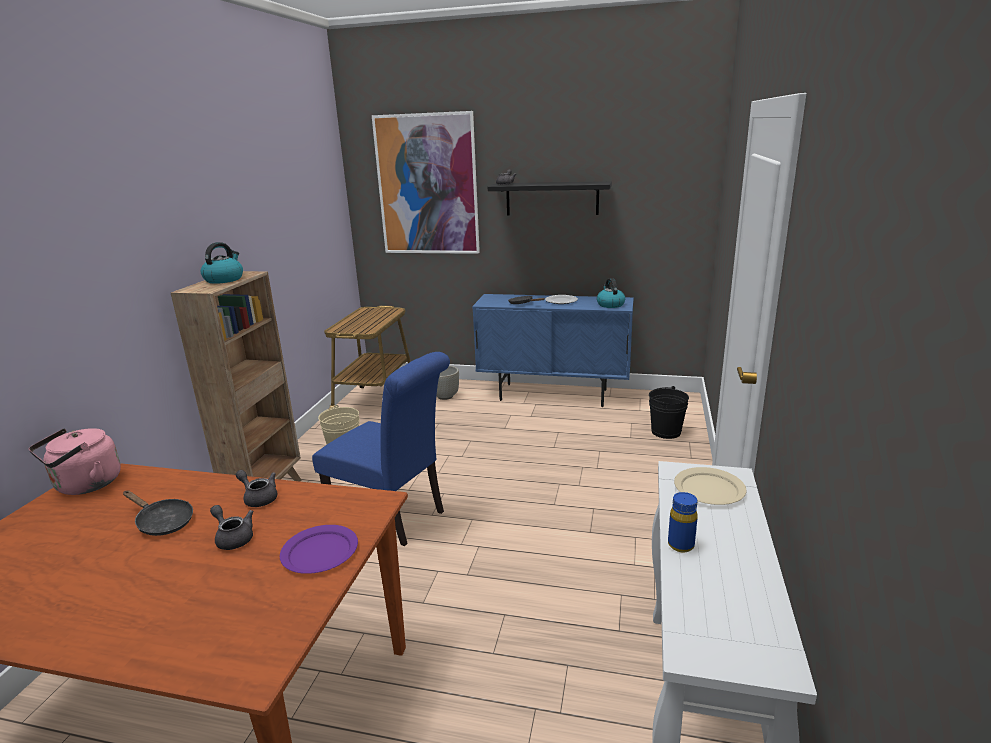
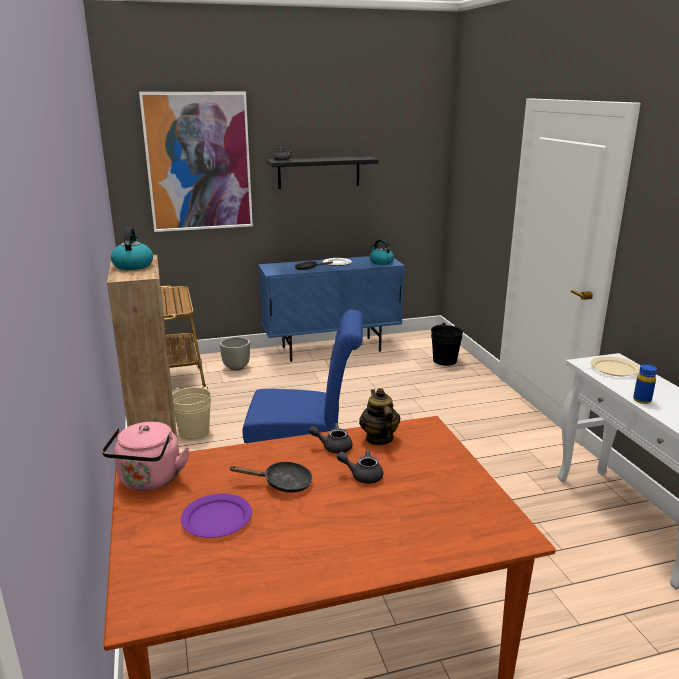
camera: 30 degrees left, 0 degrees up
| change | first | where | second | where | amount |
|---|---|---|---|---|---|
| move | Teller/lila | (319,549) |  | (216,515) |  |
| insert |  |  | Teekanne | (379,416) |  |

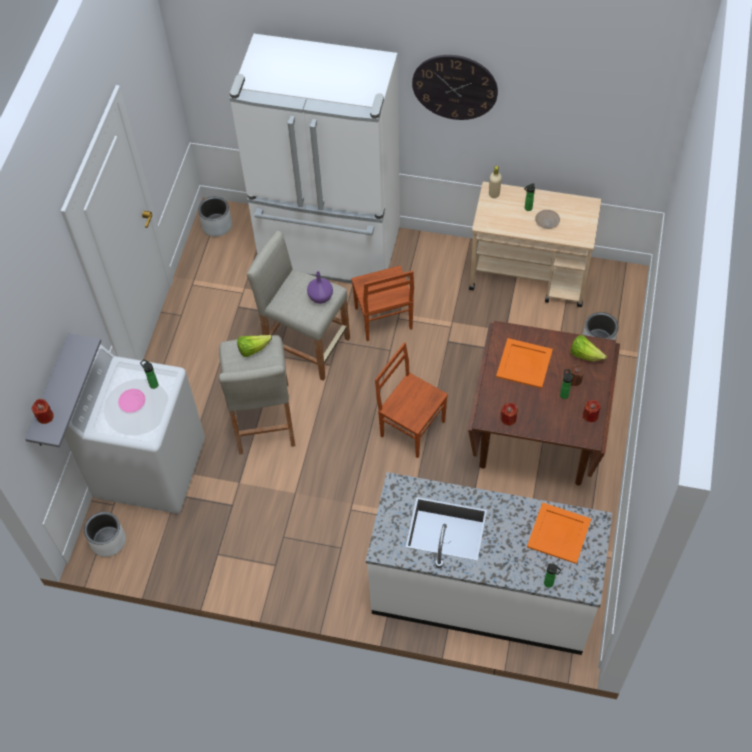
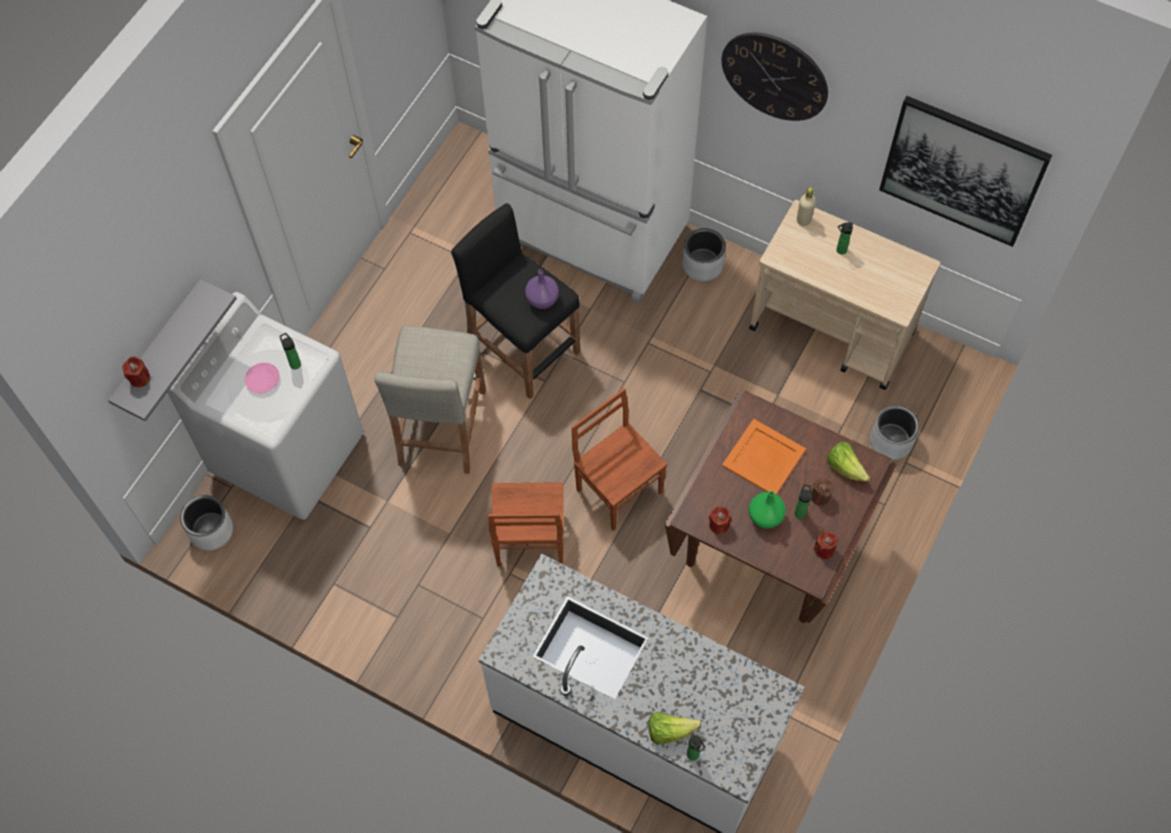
camera: 15 degrees right, 5 degrees up
| change | first | where | second | where | amount |
|---|---|---|---|---|---|
| move | Pflanzkübel/grau | (215,216) |  | (704,254) |  |
| move | Salatkopf | (254,346) |  | (674,728) |  |
| recolor | Hocker/beige | (298,306) | Hocker/schwarz | (515,301) |  |
| move | Stuhl/braun | (382,303) |  | (526,524) |  |
| delete | Tablett/orange | (559,533) |  |  |  |
| delete | Teller/beige | (547,219) |  |  |  |
| insert |  |  | Vase/grün | (767,510) |  |
| insert |  |  | Bild | (965,171) |  |

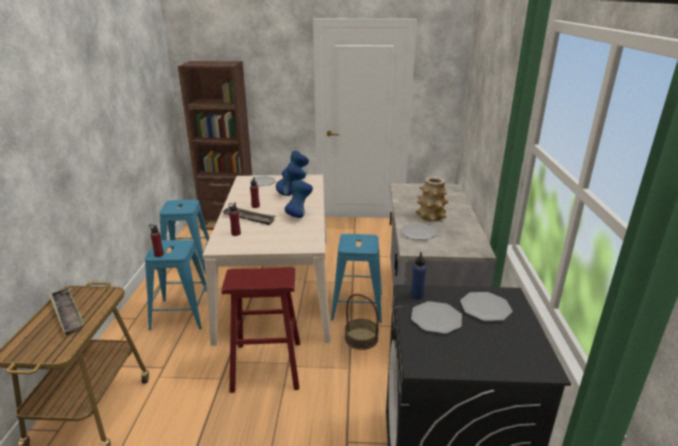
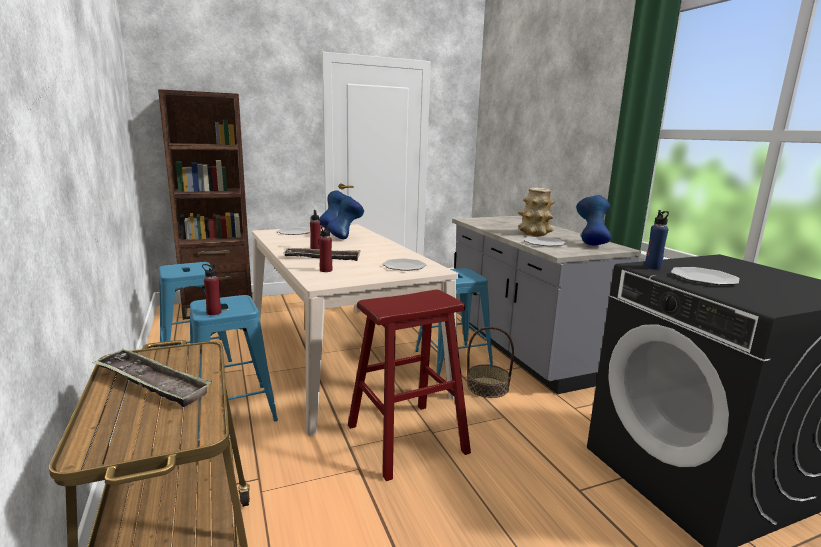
camera: 25 degrees left, 10 degrees down
| change | first | where | second | where | amount |
|---|---|---|---|---|---|
| move | Vase/blau | (299,199) |  | (593,220) |  |
| move | Teller | (486,306) |  | (404,264) |  |

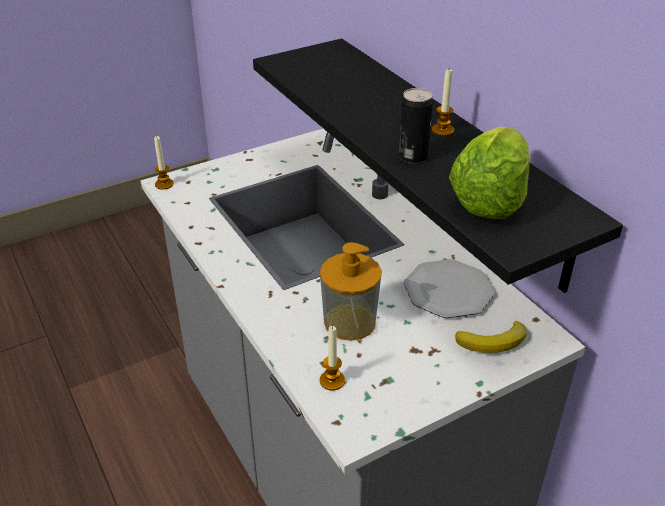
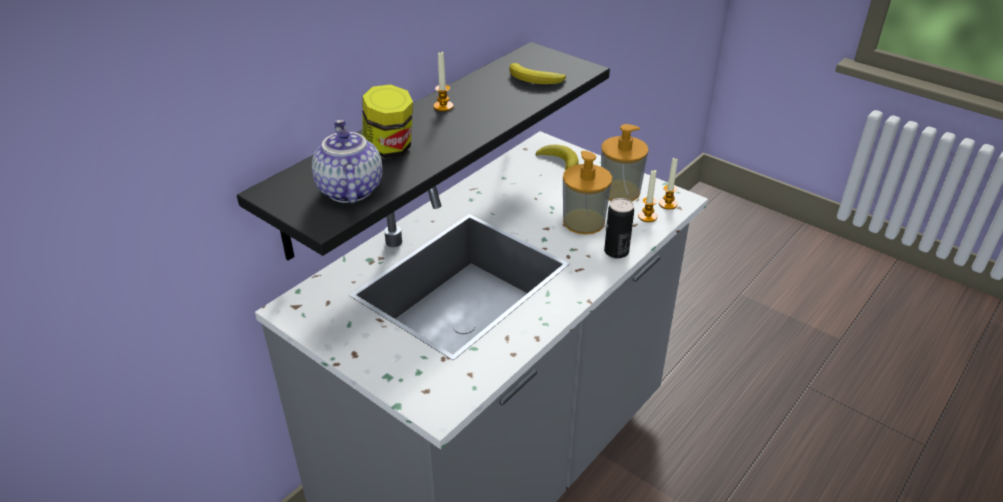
camera: 110 degrees left, 0 degrees up
| change | first | where | second | where | amount |
|---|---|---|---|---|---|
| move | Kerze | (164,163) |  | (668,184) |  |
| move | Dose | (416,126) |  | (619,228) |  |
| delete | Teller | (449,288) |  |  |  |
| replace | Salatkopf | (489,173) | Banane | (537,73) |  |
| insert |  |  | Teekanne | (347,162) |  |
| insert |  |  | Vorratsglas | (387,122) |  |
| insert |  |  | Seifenspender | (624,162) |  |

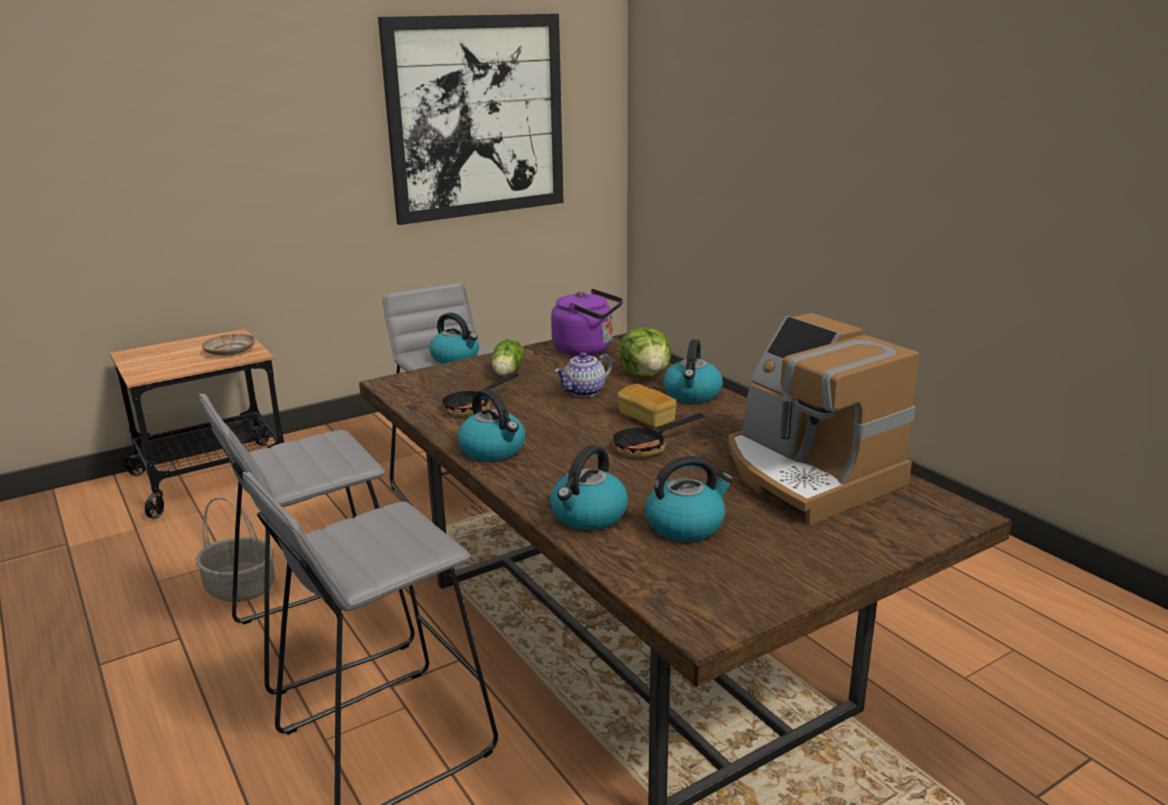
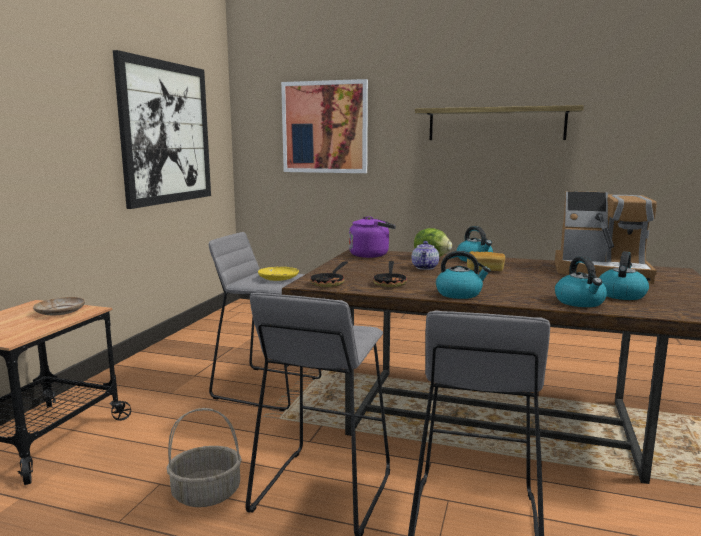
camera: 40 degrees left, 10 degrees down
| change | first | where | second | where | amount |
|---|---|---|---|---|---|
| replace | Wasserkessel | (454,338) | Teller/gelb | (278,274) |  |
| delete | Salatkopf | (508,357) |  |  |  |
| move | Pfanne | (658,435) |  | (329,274) |  |
| insert |  |  | Bild | (324,126) |  |
| insert |  |  | Wandregal | (499,122) |  |

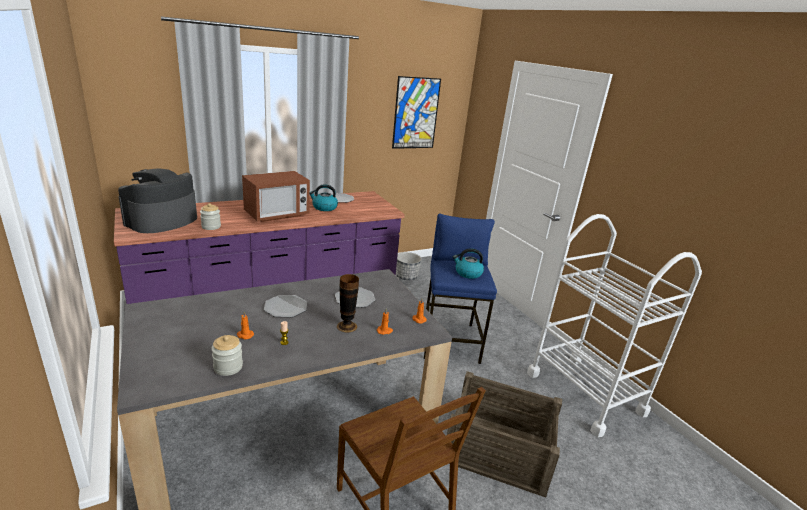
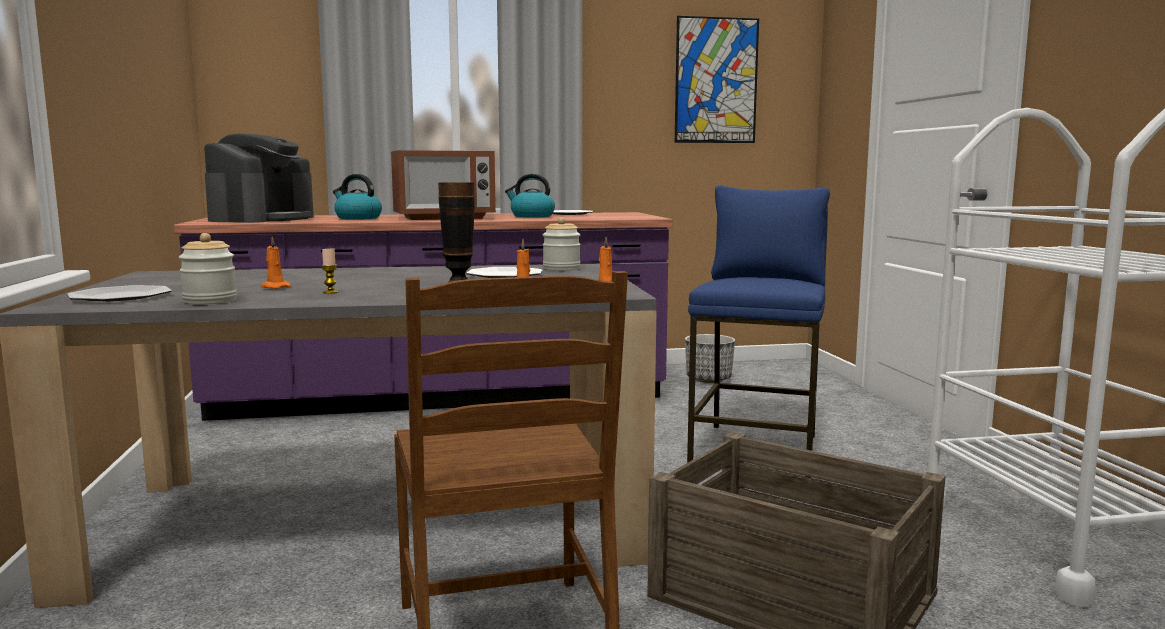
camera: 20 degrees right, 15 degrees down
| change | first | where | second | where | amount |
|---|---|---|---|---|---|
| rotate | Kaffeemaschine | (157,200) |  | (259,178) | 150 degrees clockwise |
| move | Vorratsglas | (210,216) |  | (562,244) |  |
| move | Teller | (285,306) |  | (119,293) |  |
| move | Wasserkessel | (468,263) |  | (357,197) |  |

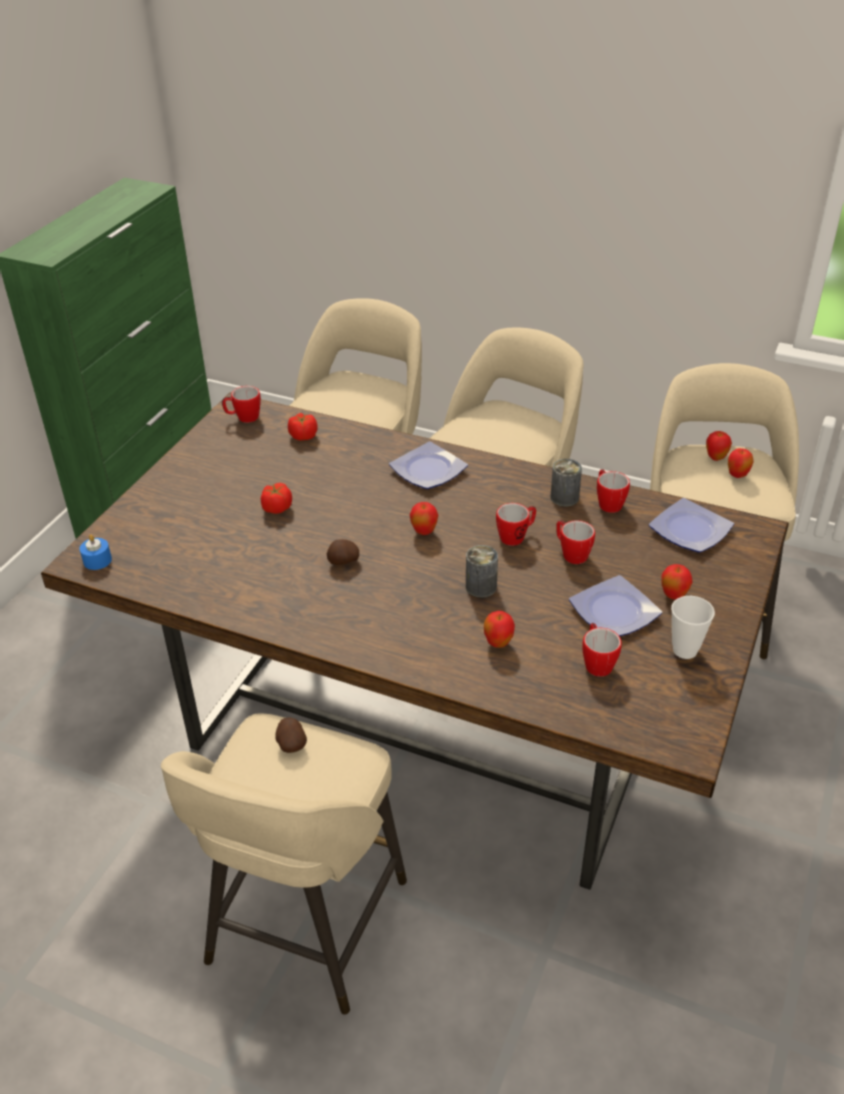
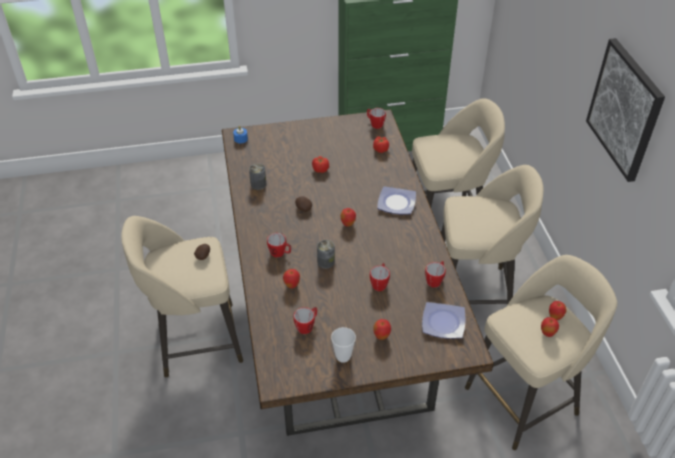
camera: 55 degrees right, 5 degrees up
| change | first | where | second | where | amount |
|---|---|---|---|---|---|
| move | Henkelbecher | (516,524) |  | (279,245) |  |
| move | Dose | (566,483) |  | (257,176) |  |
| delete | Teller | (615,605) |  |  |  |
| insert |  |  | Bild | (625,110) |  |

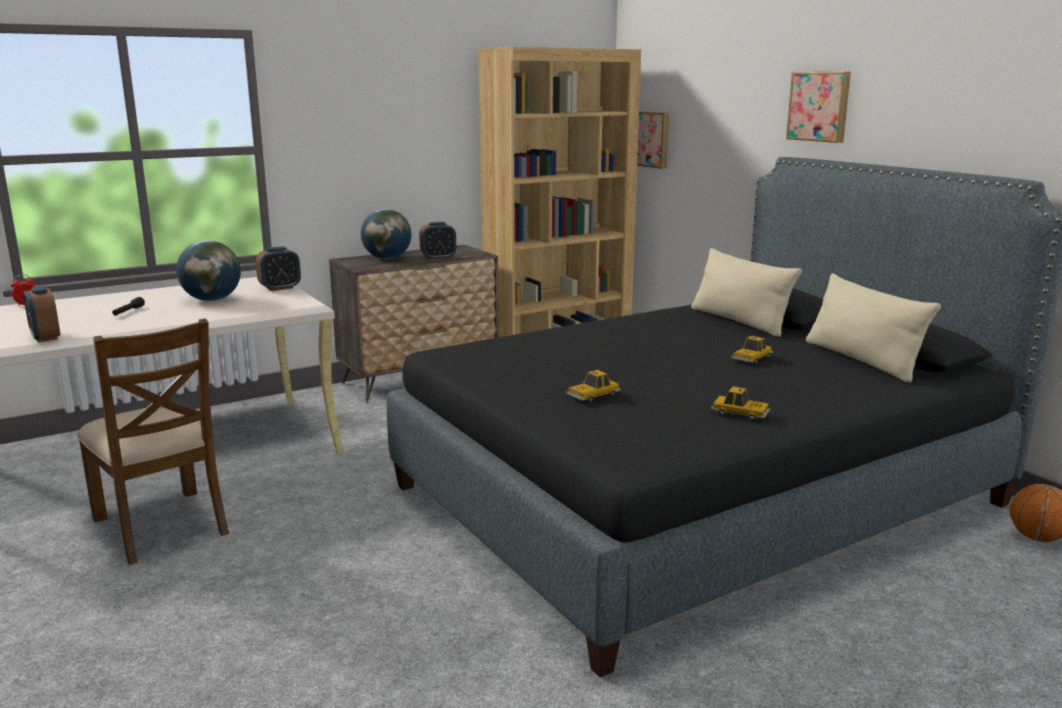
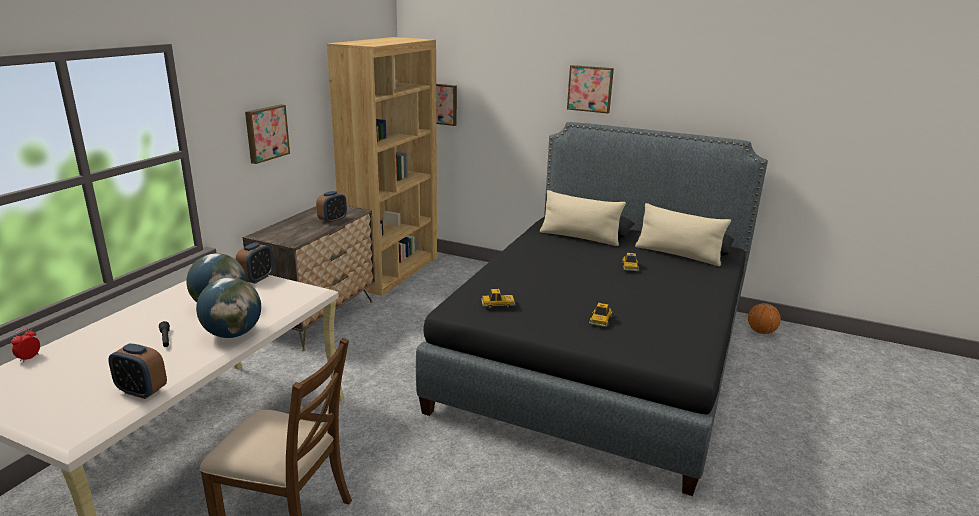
camera: 35 degrees left, 5 degrees up
| change | first | where | second | where | amount |
|---|---|---|---|---|---|
| move | Globus | (386,234) |  | (228,307) |  |
| move | Spielzeugauto | (740,404) |  | (498,299) |  |
| insert |  |  | Bild | (267,134) |  |

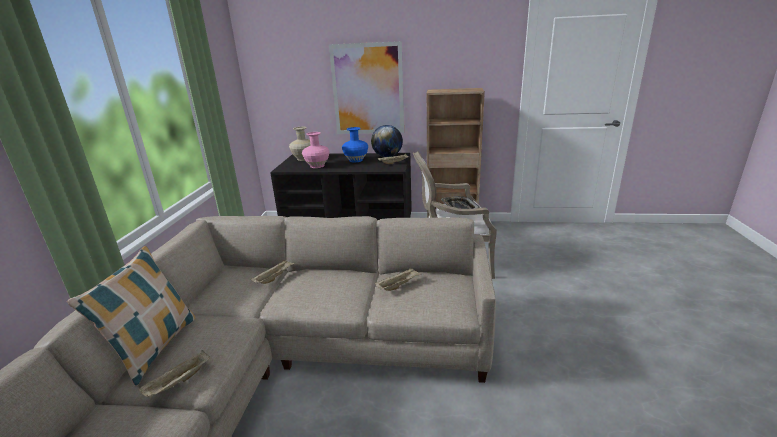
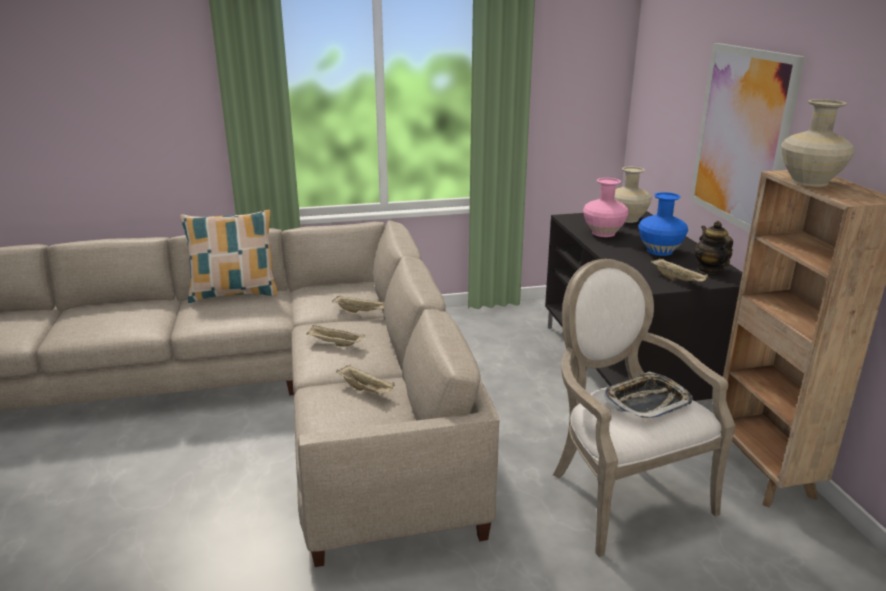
camera: 70 degrees right, 0 degrees up
| change | first | where | second | where | amount |
|---|---|---|---|---|---|
| move | Tablett/beige | (174,374) |  | (335,335) |  |
| replace | Globus | (387,141) | Teekanne | (713,247) |  |
| insert |  |  | Vase/beige | (817,143) |  |

